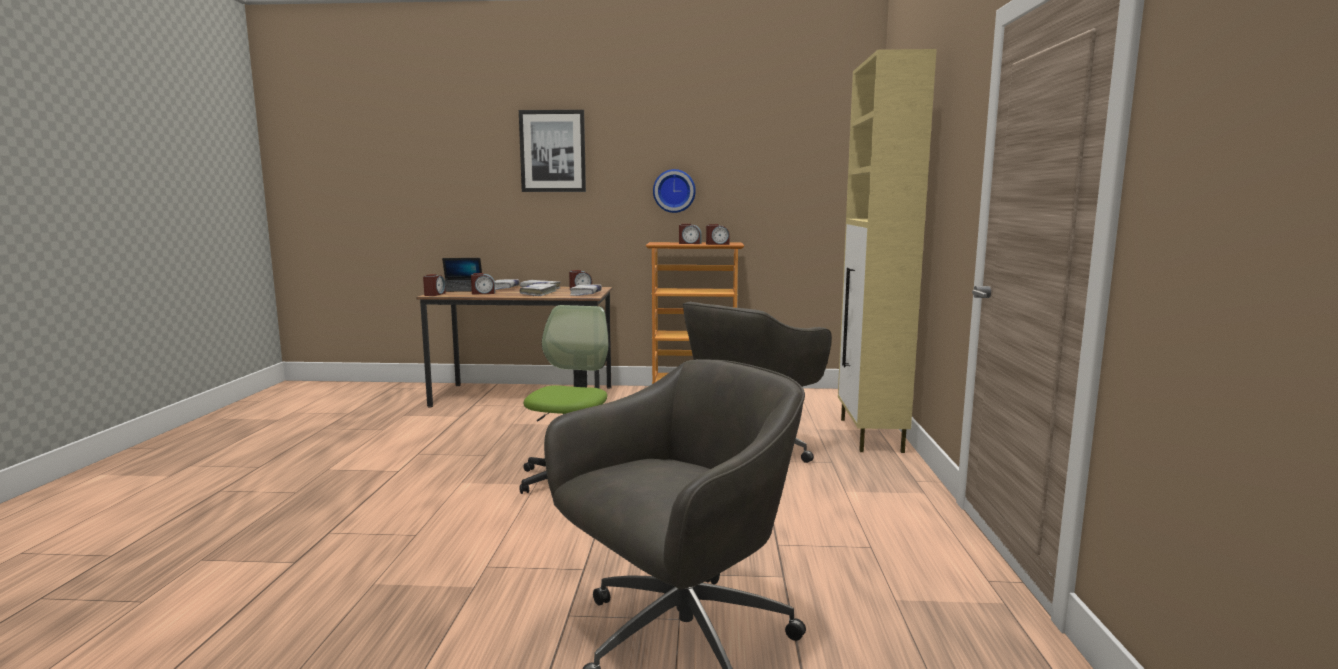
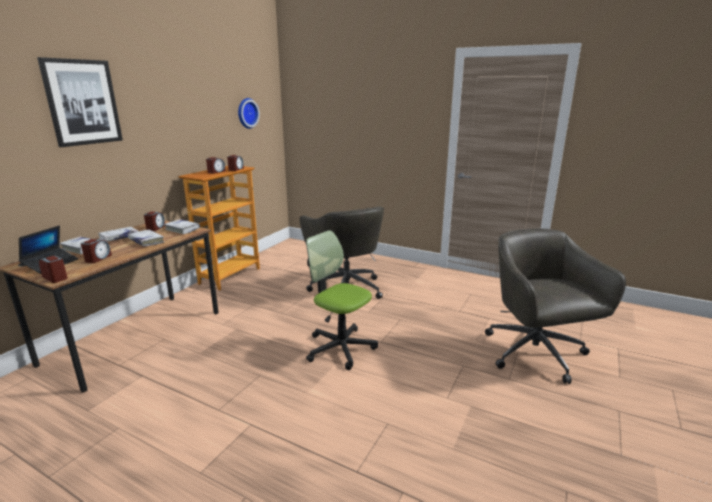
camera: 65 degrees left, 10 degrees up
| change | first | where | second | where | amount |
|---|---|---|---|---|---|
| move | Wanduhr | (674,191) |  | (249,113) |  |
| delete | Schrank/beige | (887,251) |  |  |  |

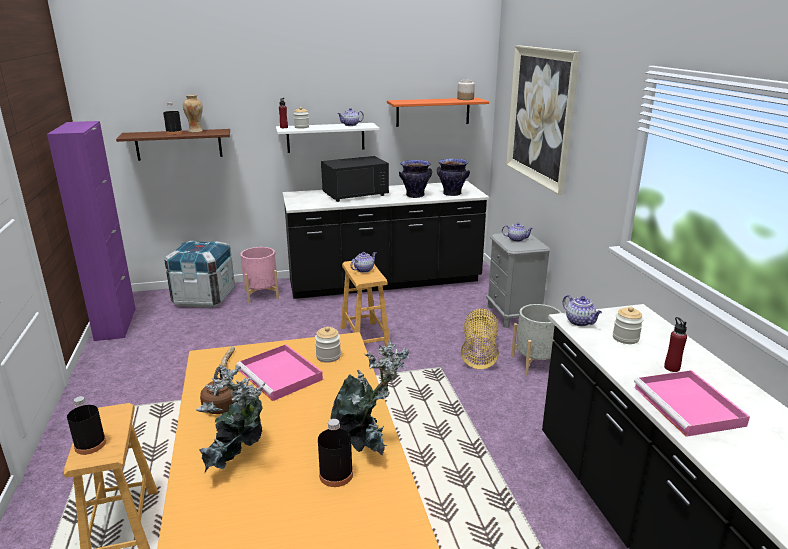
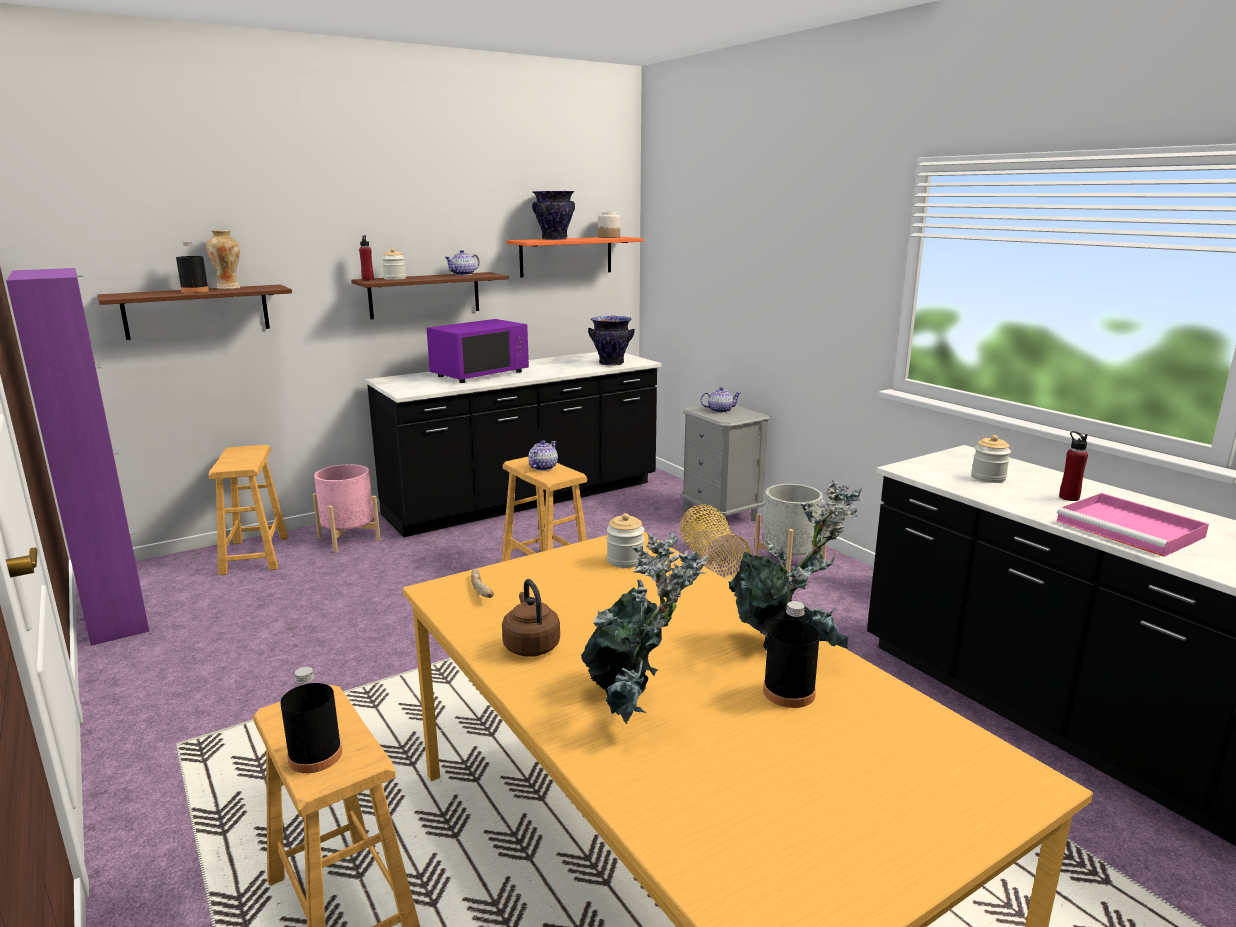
camera: 20 degrees left, 5 degrees down
| change | first | where | second | where | amount |
|---|---|---|---|---|---|
| replace | Kiste | (199,274) | Hocker/braun | (248,510) |  |
| delete | Tablett/rosa | (279,372) |  |  |  |
| recolor | Wandregal/weiß | (328,138) | Wandregal/braun | (430,295) |  |
| recolor | Mikrowelle/schwarz | (355,179) | Mikrowelle/lila | (478,351) |  |
| move | Vase | (415,179) |  | (553,215) |  |
| delete | Bild | (543,120) |  |  |  |
| delete | Teekanne | (582,310) |  |  |  |

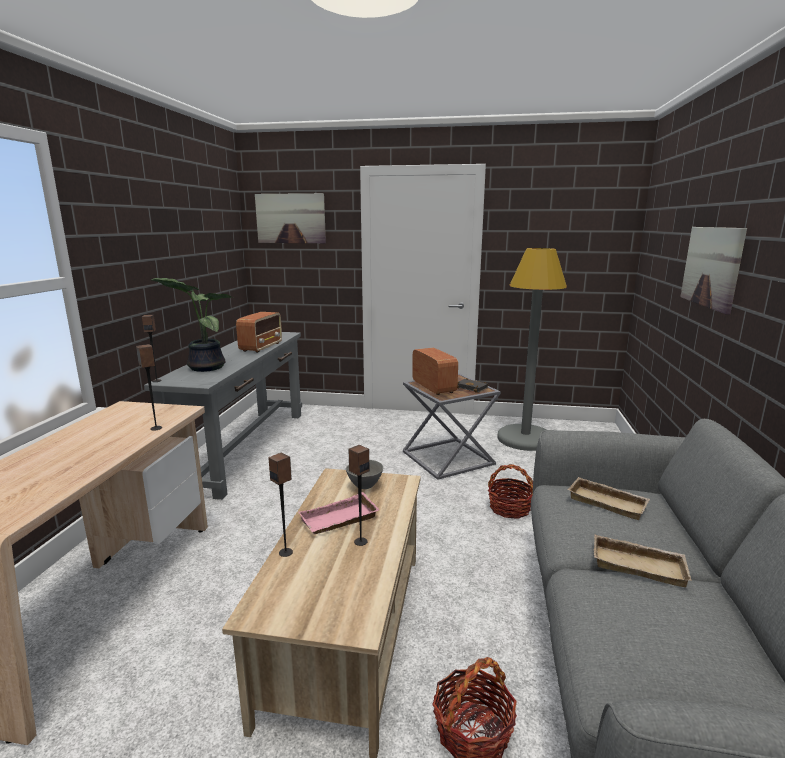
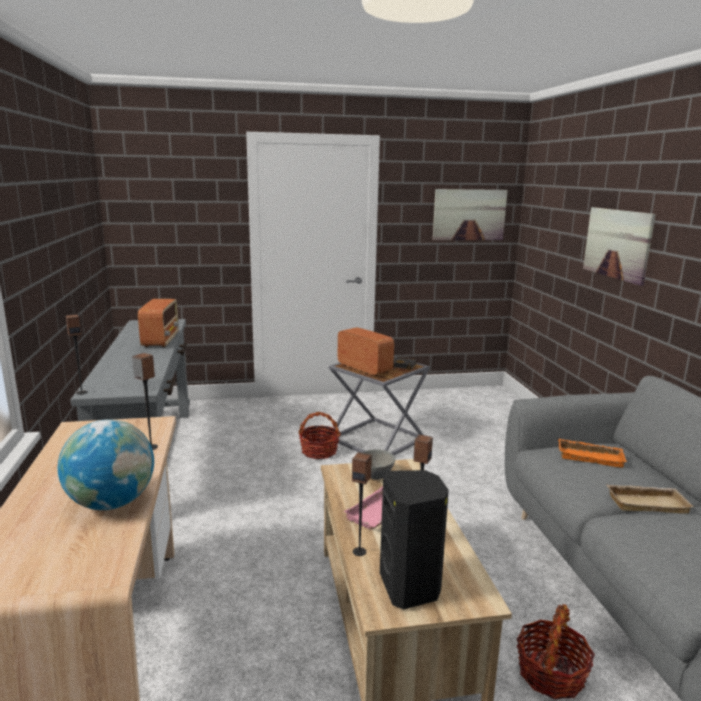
camera: 20 degrees left, 0 degrees up
| change | first | where | second | where | amount |
|---|---|---|---|---|---|
| delete | Topfpflanze | (191,325) |  |  |  |
| move | Bild | (290,218) |  | (470,214) |  |
| move | Korb | (510,491) |  | (320,435) |  |
| delete | Stehlampe/grau | (532,349) |  |  |  |
| recolor | Tablett/beige | (608,498) | Tablett/orange | (592,453) |  |
| insert |  |  | Globus | (106,464) |  |
| insert |  |  | Lautsprecher/schwarz | (414,540) |  |

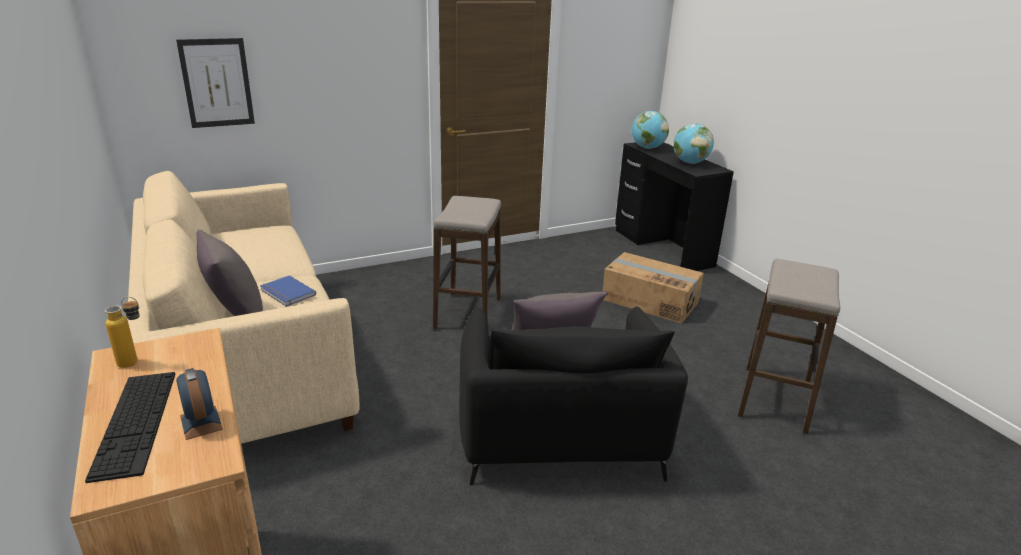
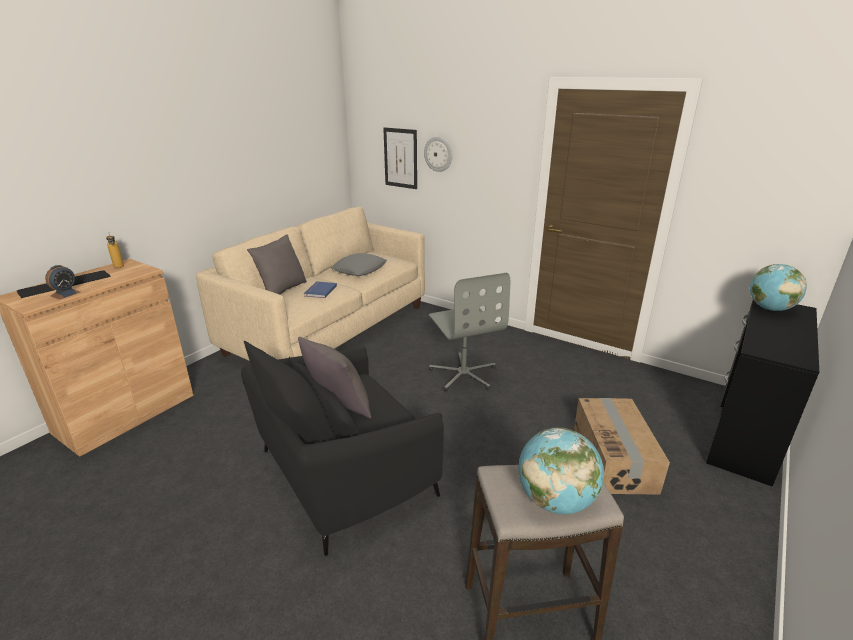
camera: 60 degrees right, 0 degrees up
| change | first | where | second | where | amount |
|---|---|---|---|---|---|
| replace | Hocker | (467,263) | Bürostuhl/grau | (469,332) |  |
| move | Globus | (693,144) |  | (561,470) |  |
| insert |  |  | Kissen/grau | (359,264) |  |
| insert |  |  | Wanduhr | (438,154) |  |

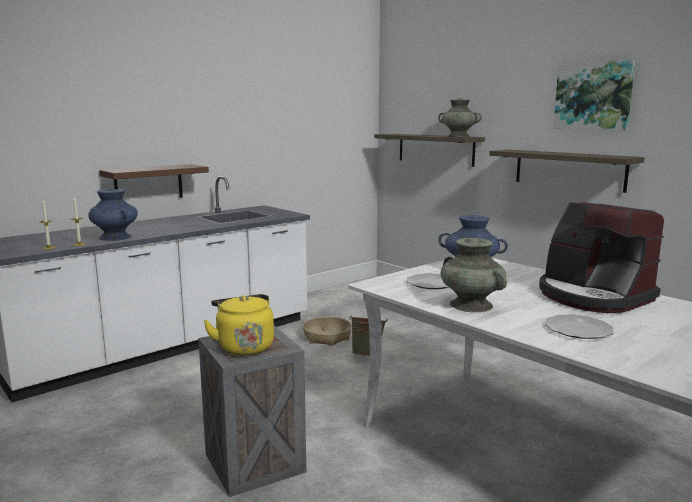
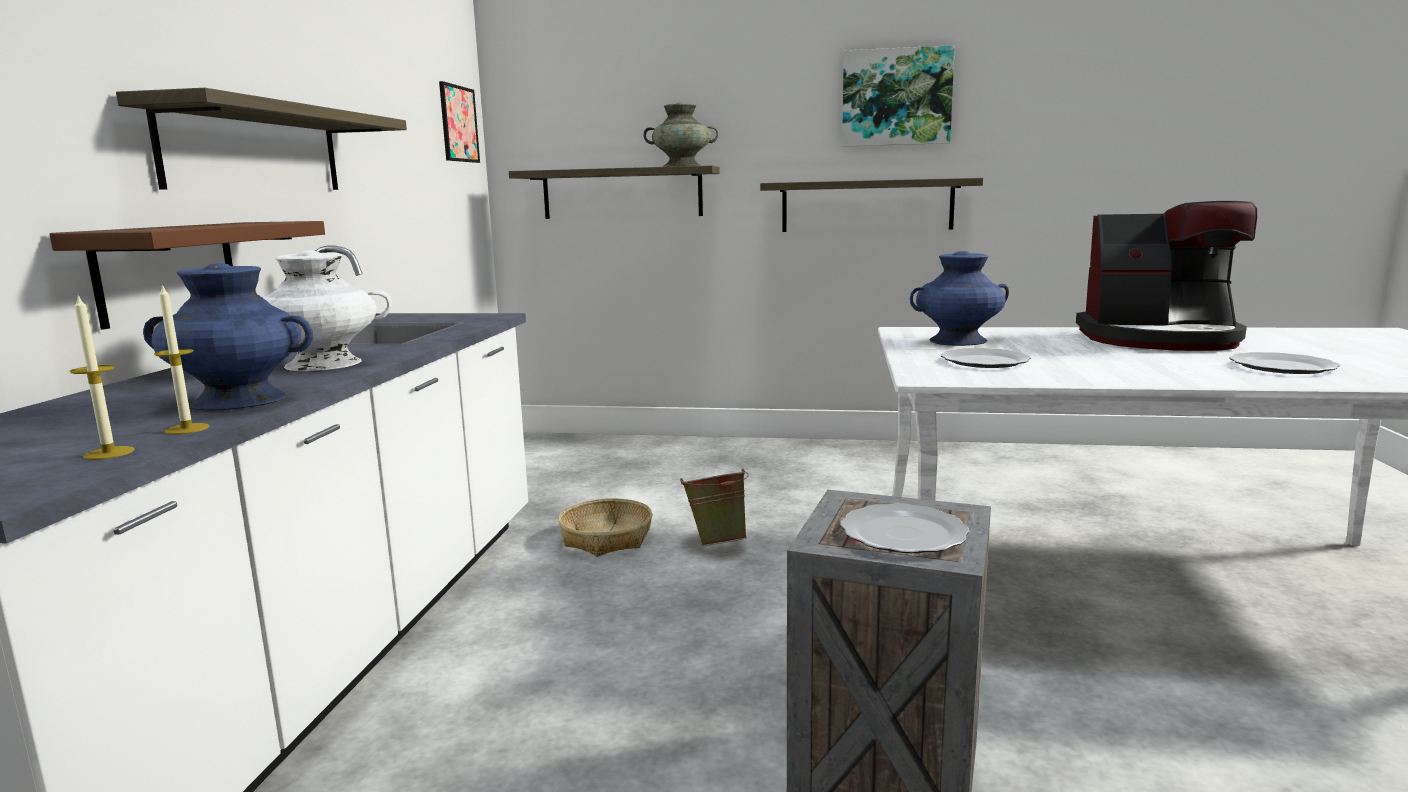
camera: 40 degrees left, 0 degrees up
| change | first | where | second | where | amount |
|---|---|---|---|---|---|
| replace | Wasserkessel/gelb | (239,325) | Teller | (904,528) |  |
| delete | Vase/türkis | (474,275) |  |  |  |
| insert |  |  | Wandregal | (261,139) |  |
| insert |  |  | Vase/weiß | (328,310) |  |
| insert |  |  | Bild | (459,122) |  |

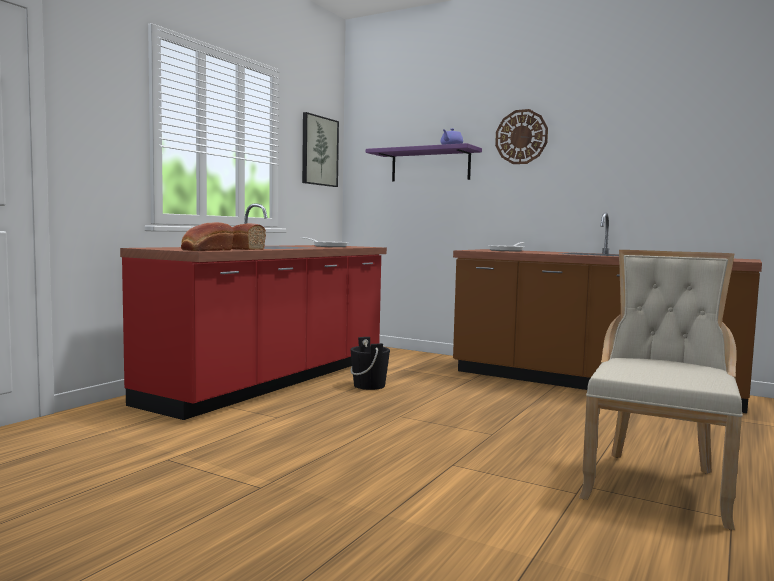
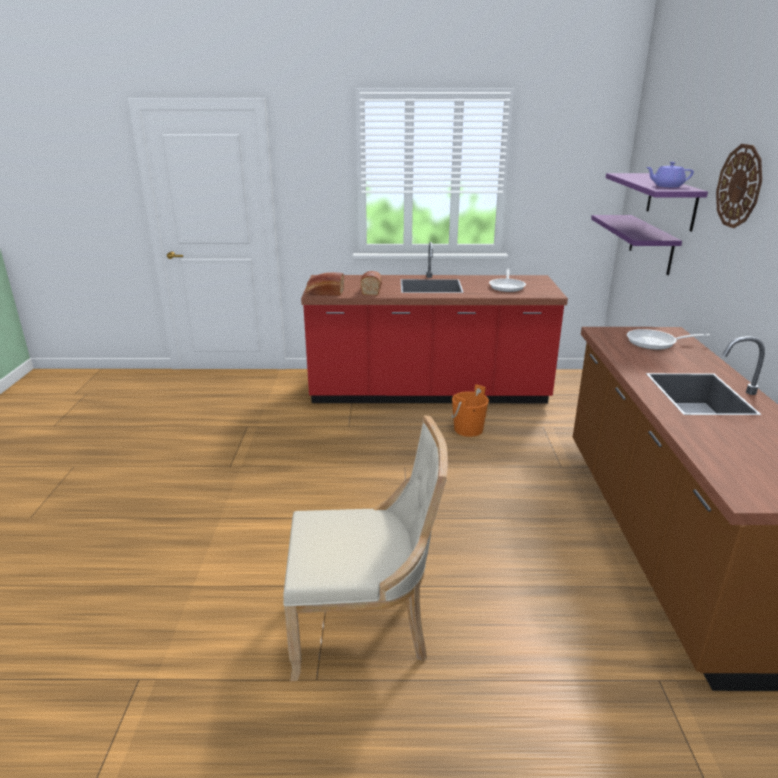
camera: 60 degrees right, 20 degrees up
| change | first | where | second | where | amount |
|---|---|---|---|---|---|
| delete | Bild | (320,149) |  |  |  |
| recolor | Eimer/schwarz | (370,363) | Eimer/orange | (470,410) |  |
| insert |  |  | Wandregal/lila | (636,245) |  |

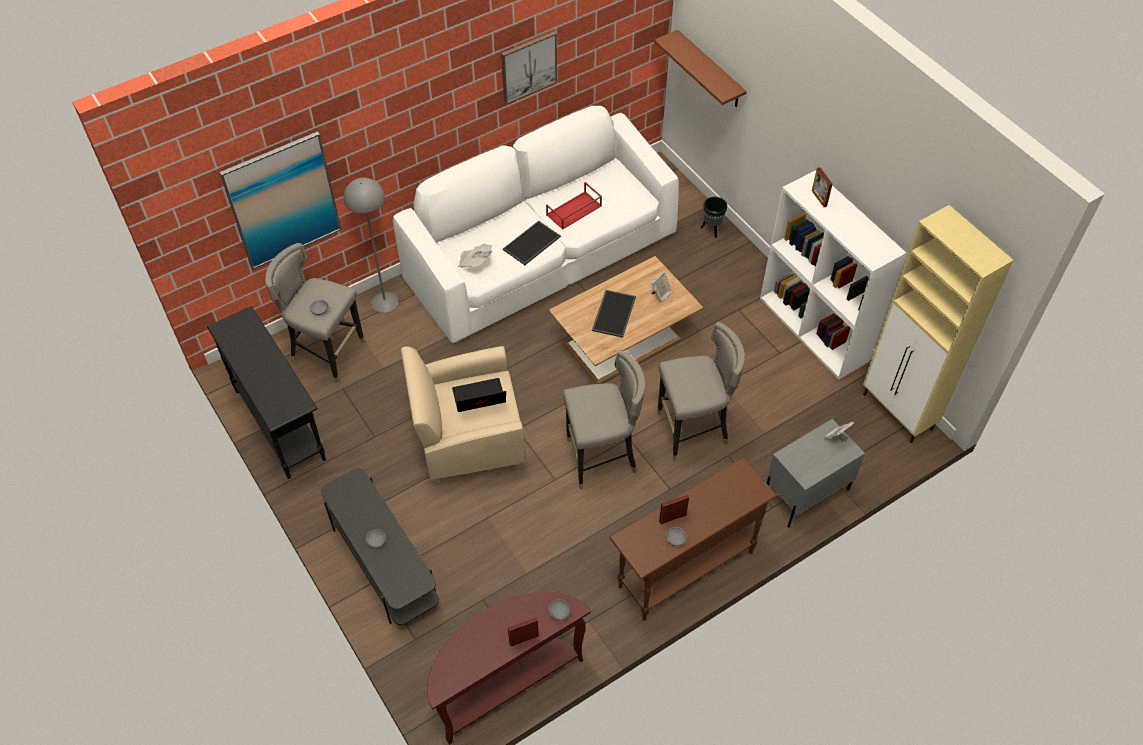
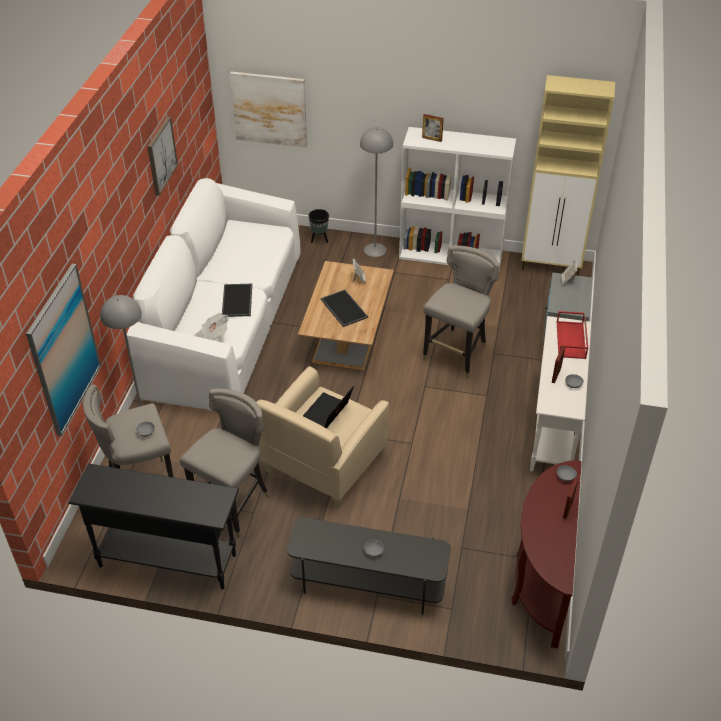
camera: 45 degrees left, 10 degrees down
| change | first | where | second | where | amount |
|---|---|---|---|---|---|
| move | Tablett/rot | (574,206) |  | (572,335) |  |
| move | Hocker/grau | (604,419) |  | (224,463) |  |
| recolor | Konsolentisch/braun | (693,539) | Konsolentisch/weiß | (561,394) |  |
| replace | Wandregal/braun | (700,68) | Bild | (268,109) |  |
| insert |  |  | Stehlampe/grau | (376,192) |  |

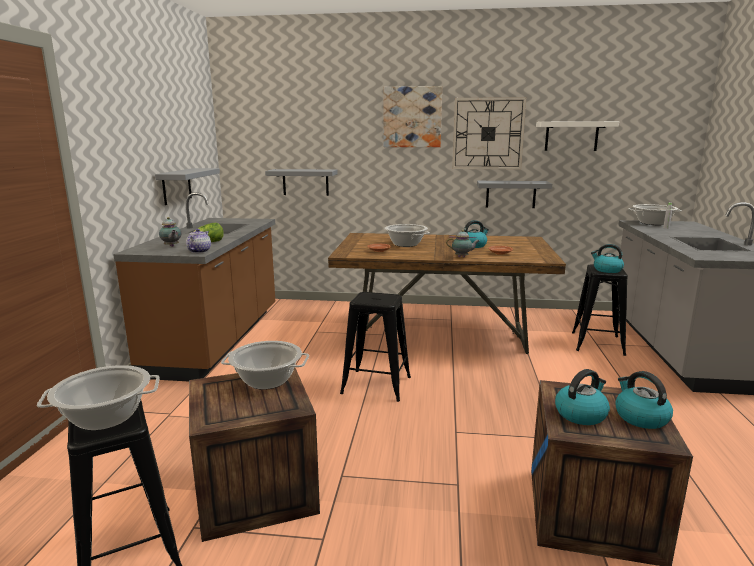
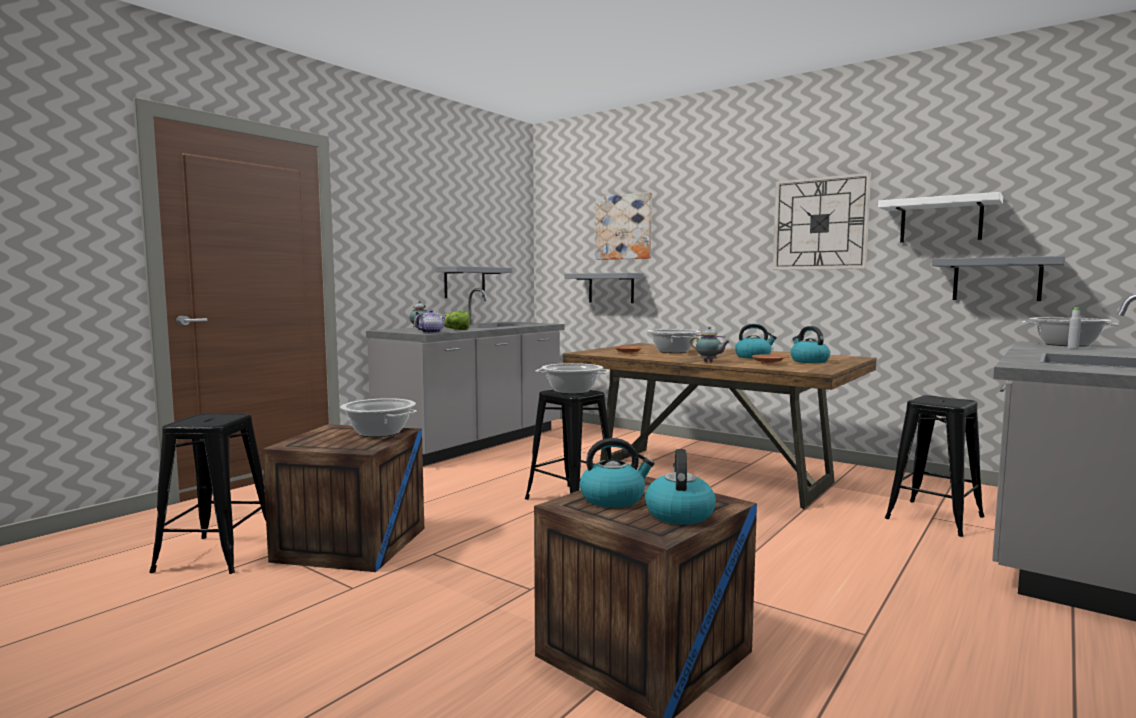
camera: 30 degrees right, 10 degrees down
| change | first | where | second | where | amount |
|---|---|---|---|---|---|
| move | Kochtopf | (98,398) |  | (572,378) |  |
| recolor | Küchenzeile/braun | (194,287) | Küchenzeile/grau | (465,377) |  |
| move | Bild | (412,116) |  | (624,226) |  |
| move | Wandregal/grau | (514,194) |  | (998,278) |  |
| move | Wasserkessel | (607,258) |  | (810,344) |  |

